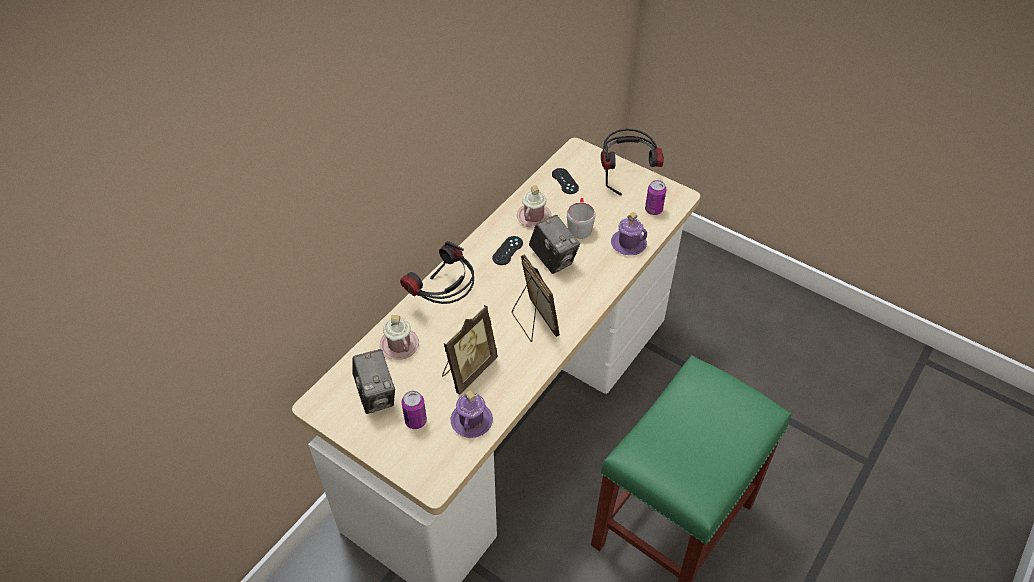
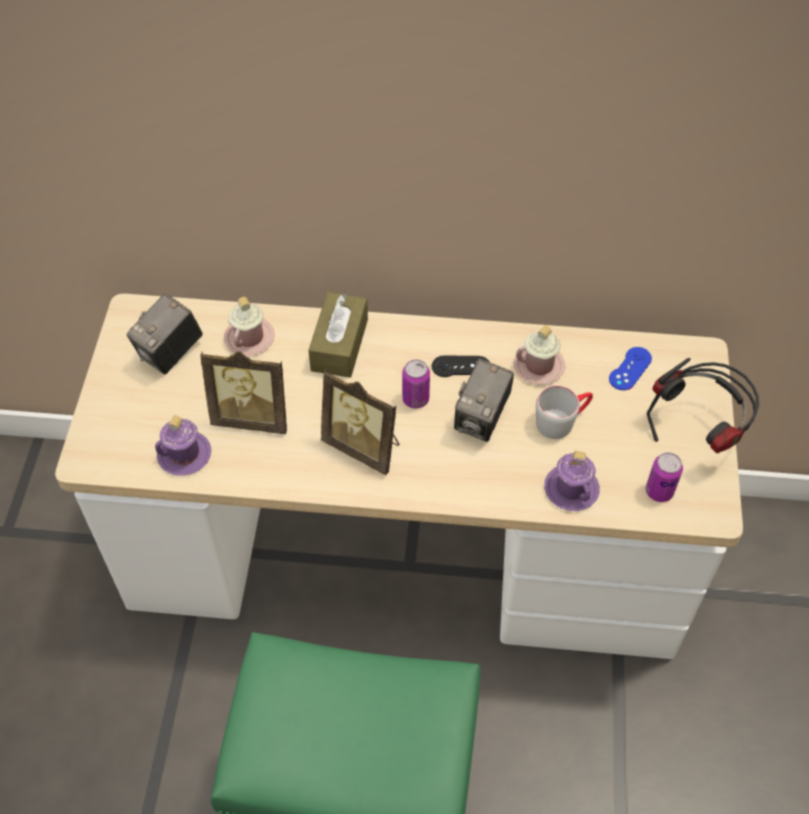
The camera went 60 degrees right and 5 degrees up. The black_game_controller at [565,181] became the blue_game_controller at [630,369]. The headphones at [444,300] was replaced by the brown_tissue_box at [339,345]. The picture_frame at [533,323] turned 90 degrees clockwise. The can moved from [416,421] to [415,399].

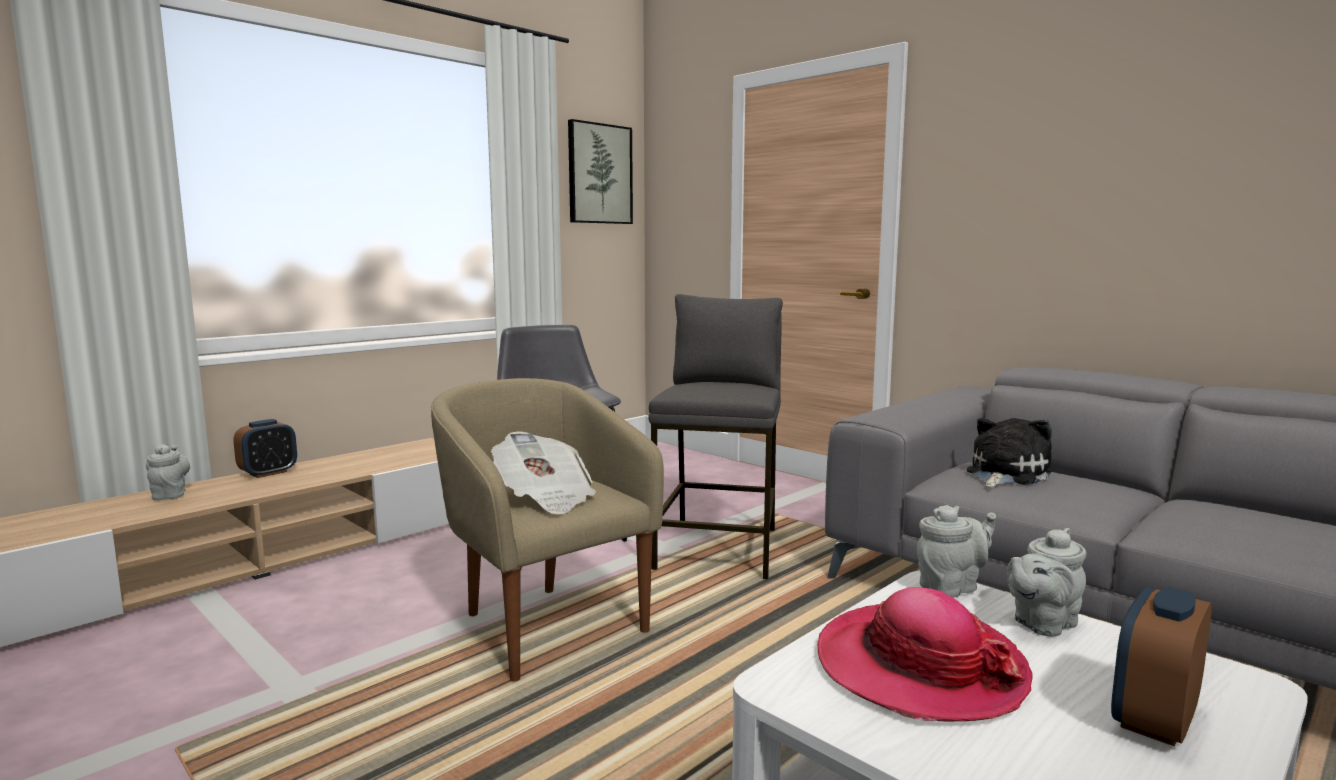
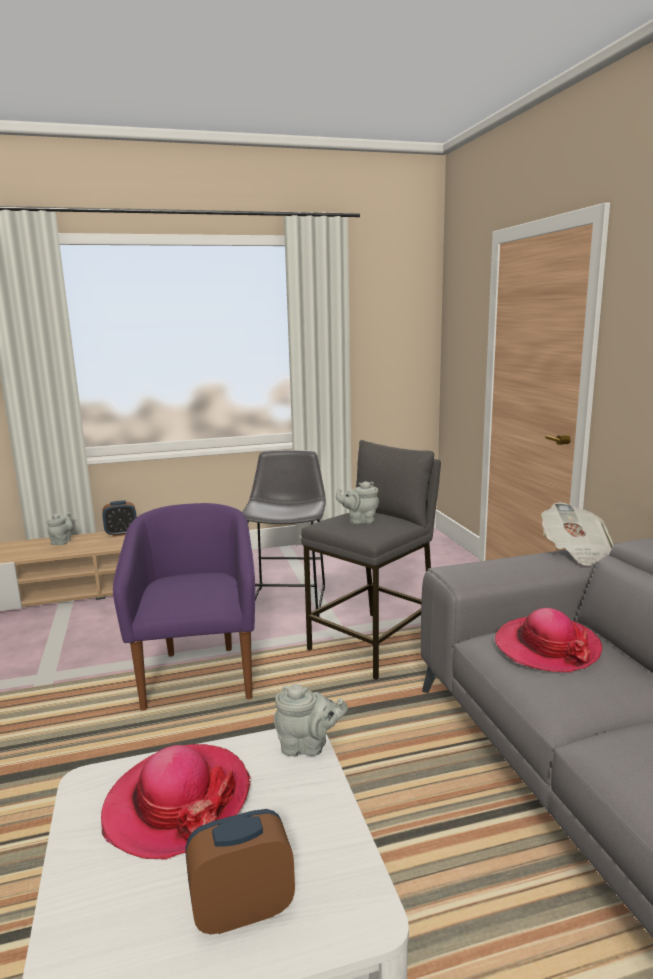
The camera went 30 degrees right and 5 degrees up. The picture at [599,174] disappeared. The beige_armchair at [544,625] became the purple_armchair at [199,675]. The plush_toy at [1004,474] was replaced by the hat at [546,647]. The newspaper moved from [544,499] to [576,552]. The grey_teapot moved from [1041,624] to [360,521].

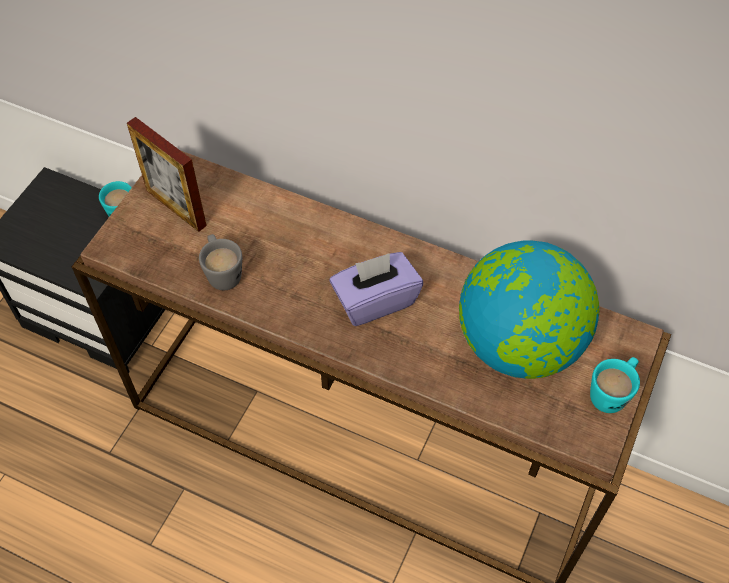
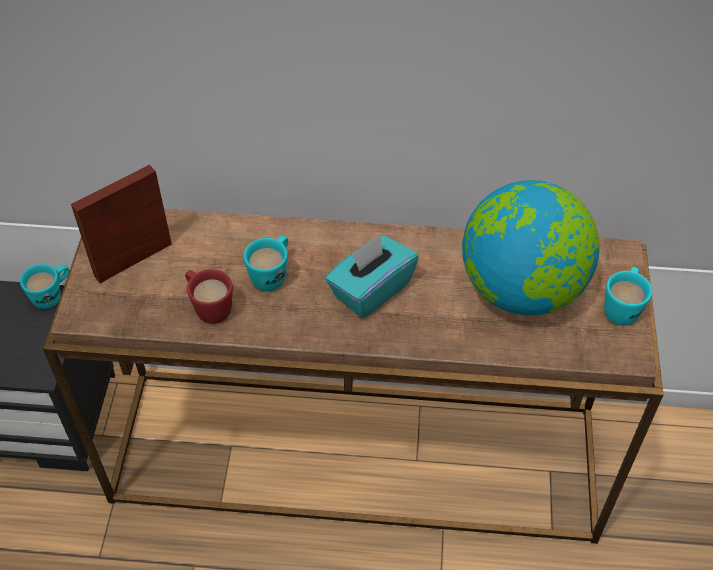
The camera went 20 degrees left and 5 degrees down. The picture_frame at [176,208] turned 120 degrees clockwise. The grey_mug at [222,272] became the red_mug at [209,307]. The purple_tissue_box at [375,300] became the turquoise_tissue_box at [371,290]. The turquoise_mug at [272,274] appeared.

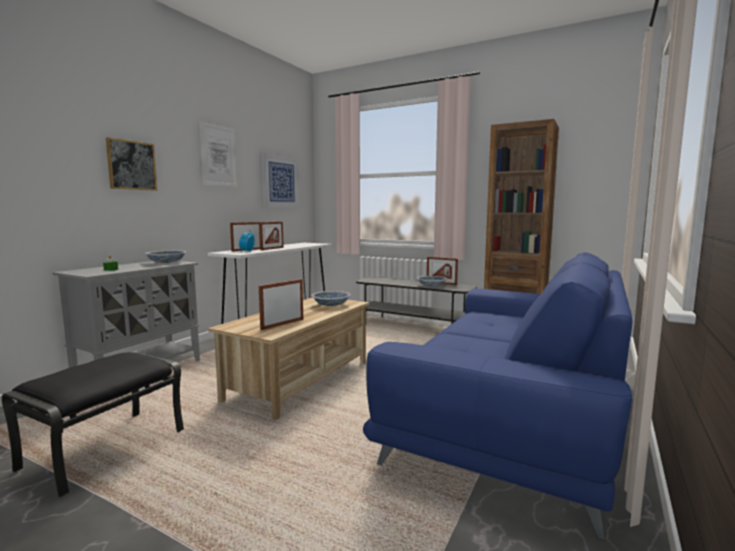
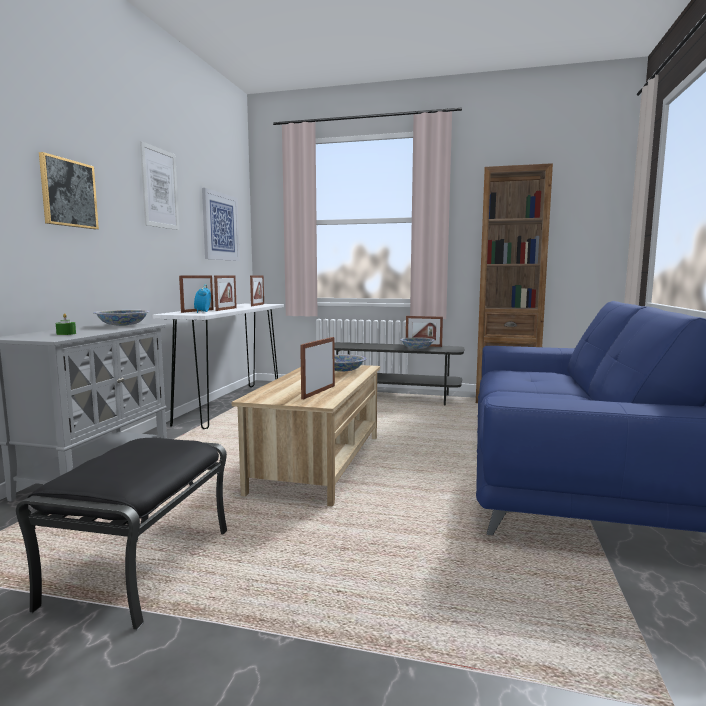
The camera went 15 degrees left and 0 degrees up. The picture_frame at [257,305] appeared.

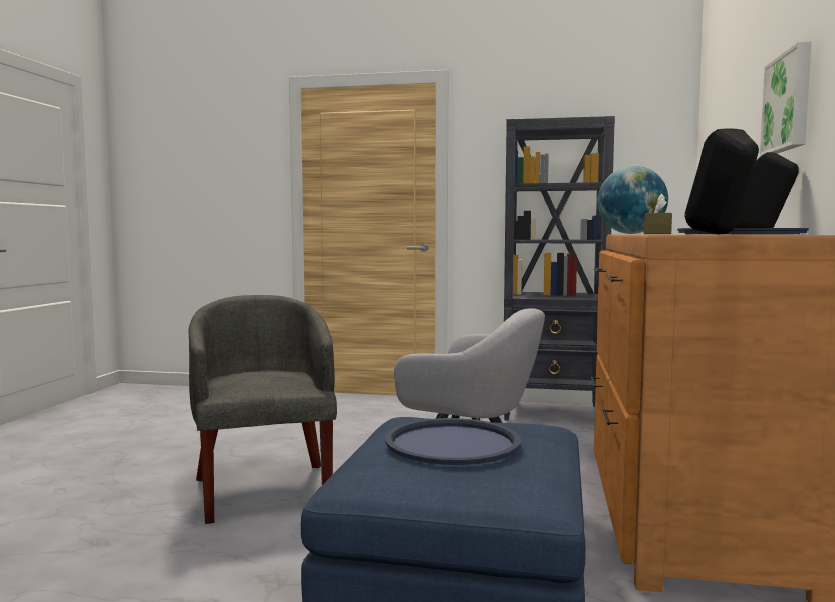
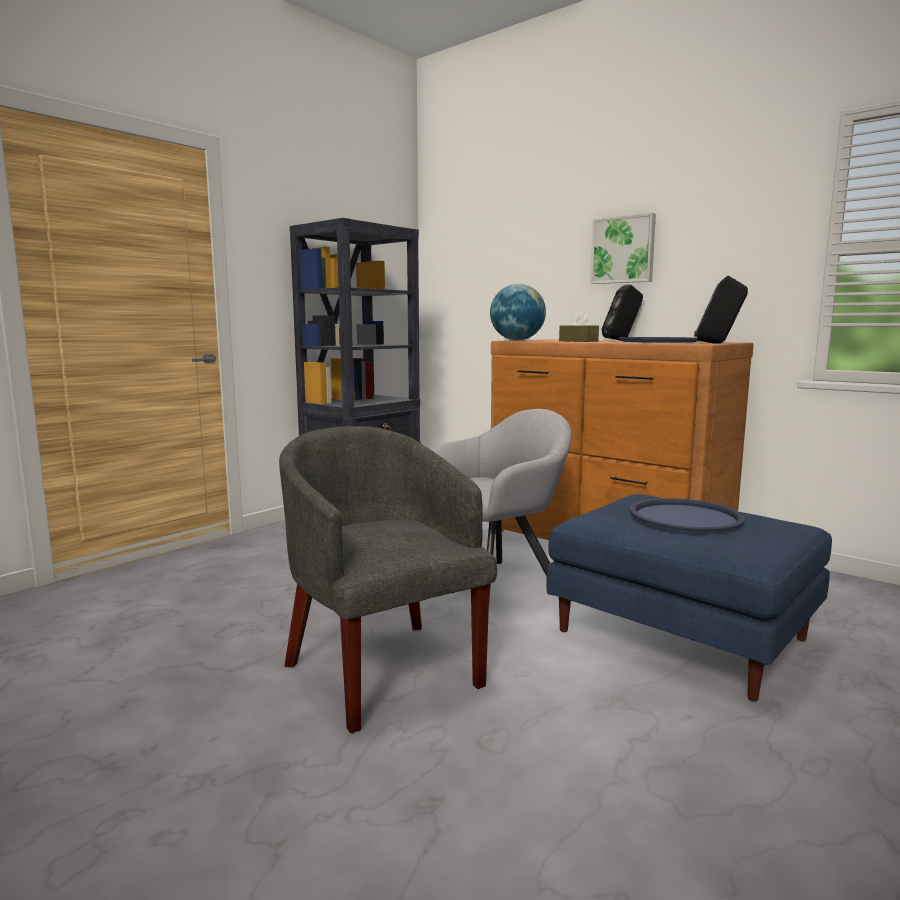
The camera went 60 degrees left and 5 degrees up. The grey_armchair at [264,489] turned 45 degrees clockwise.

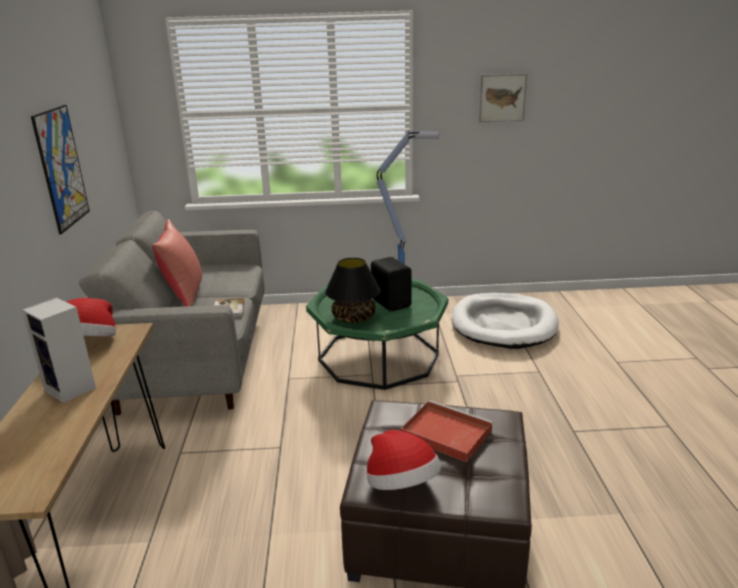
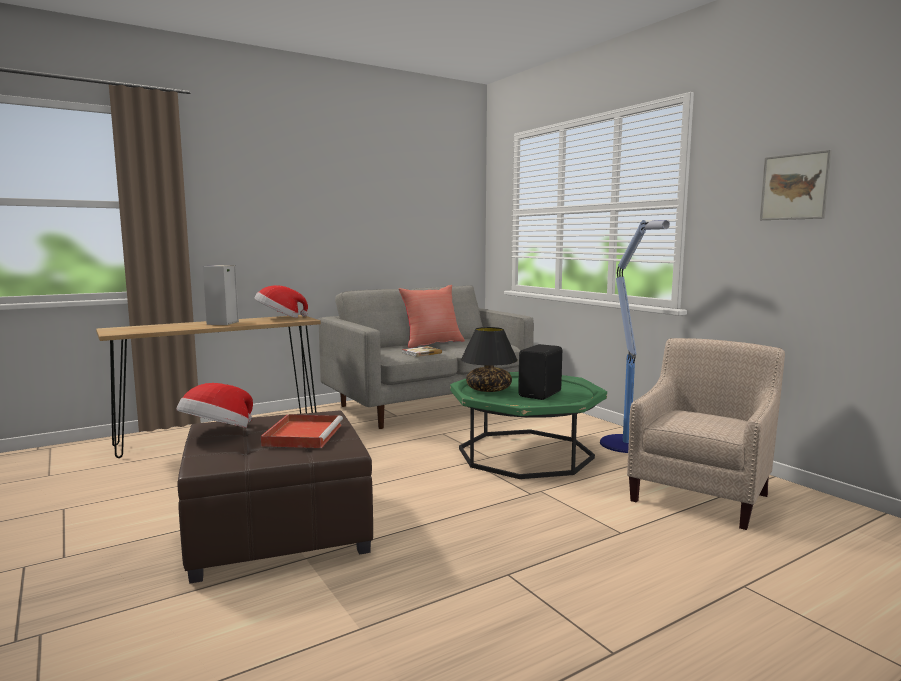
The camera went 60 degrees right and 15 degrees down. The picture at [61,168] disappeared. The white_dog_bed at [503,324] was replaced by the beige_armchair at [702,494].

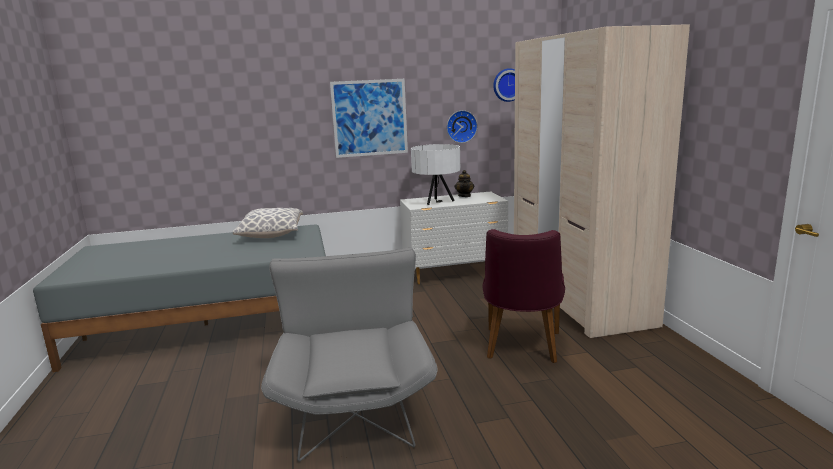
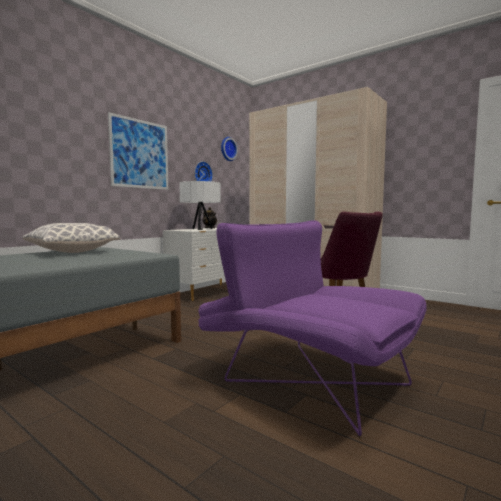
The camera went 40 degrees left and 10 degrees down. The grey_armchair at [354,404] became the purple_armchair at [306,377].

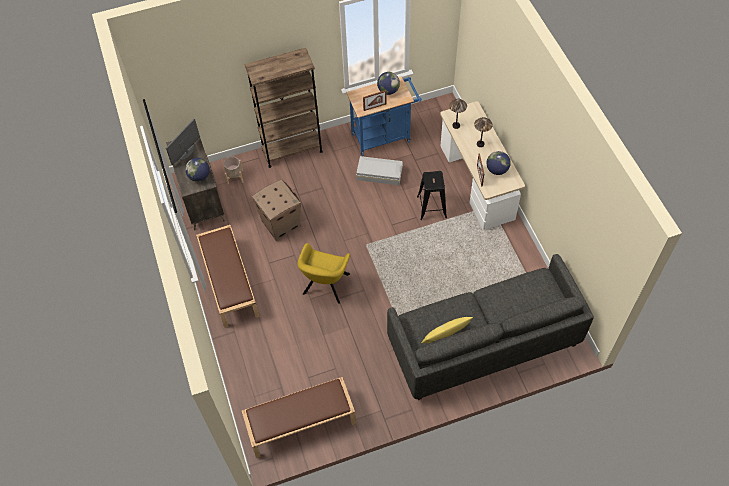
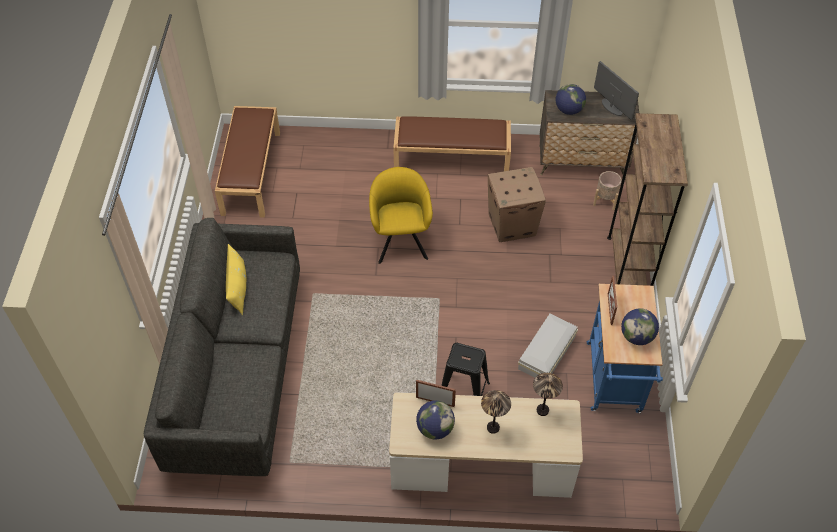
The camera went 110 degrees right and 5 degrees down. The yellow_armchair at [325,286] turned 45 degrees clockwise.

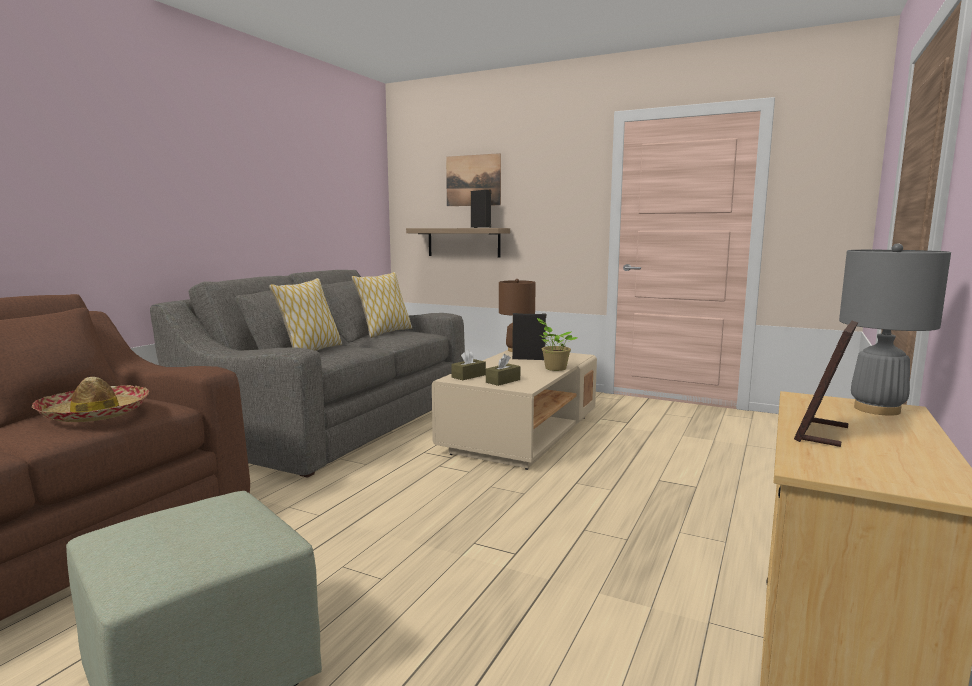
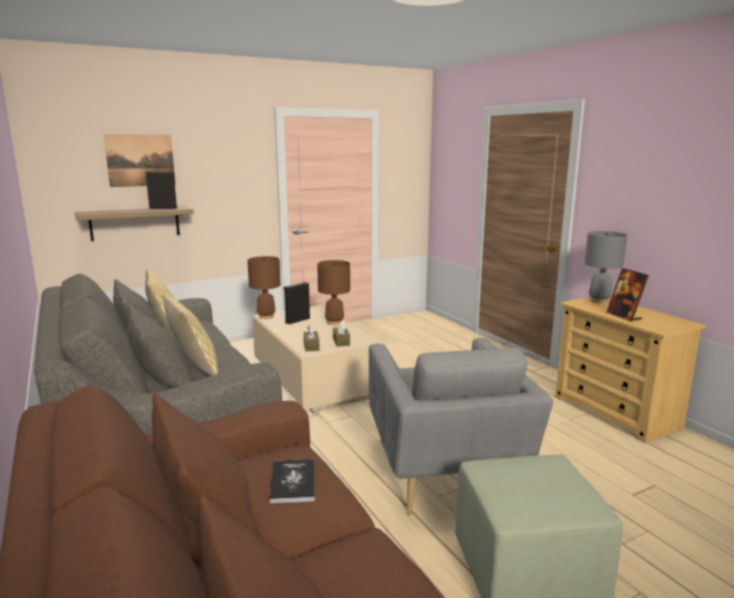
The camera went 55 degrees left and 5 degrees up. The potted_plant at [554,368] was replaced by the brown_table_lamp at [334,322]. The hat at [94,414] was replaced by the book at [293,482]. The grey_armchair at [444,473] appeared.

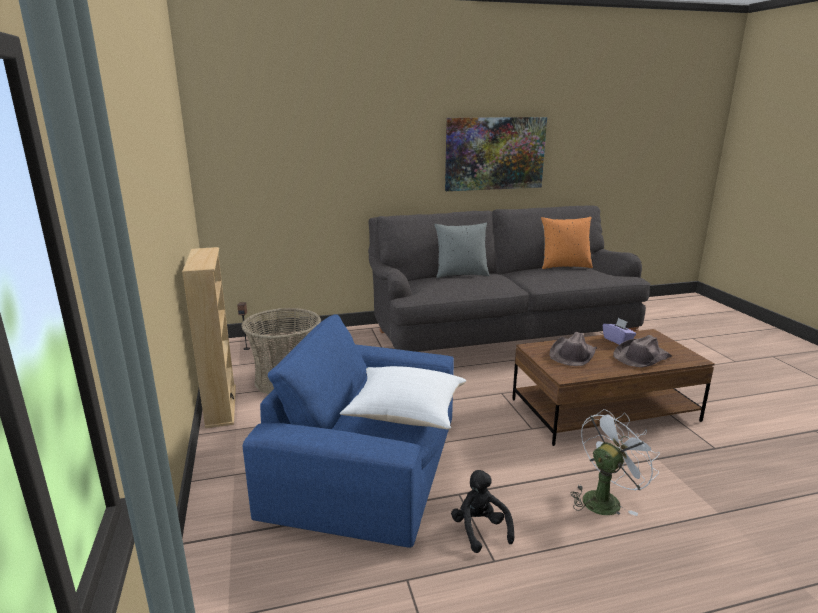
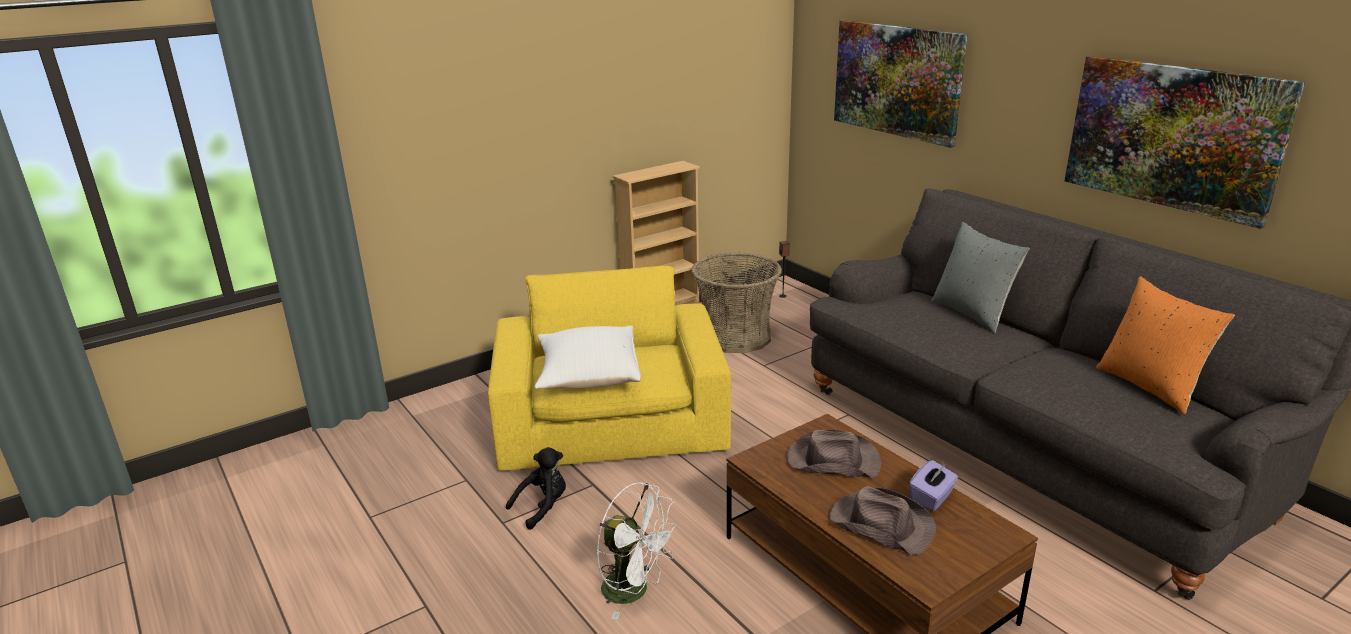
The camera went 70 degrees right and 5 degrees up. The blue_armchair at [368,465] became the yellow_armchair at [612,422]. The picture at [897,80] appeared.

